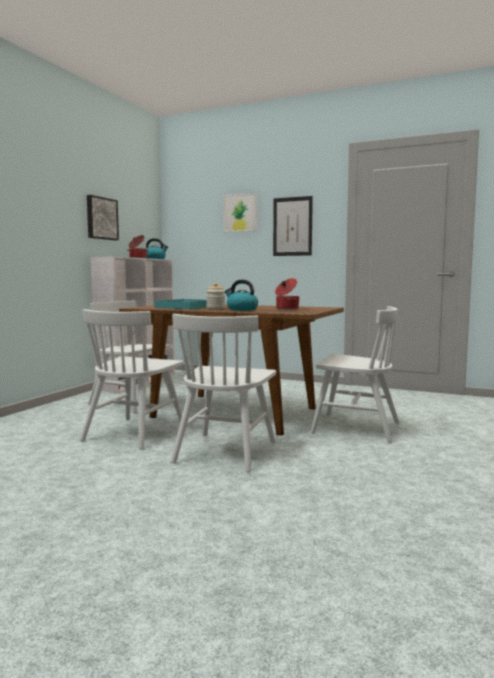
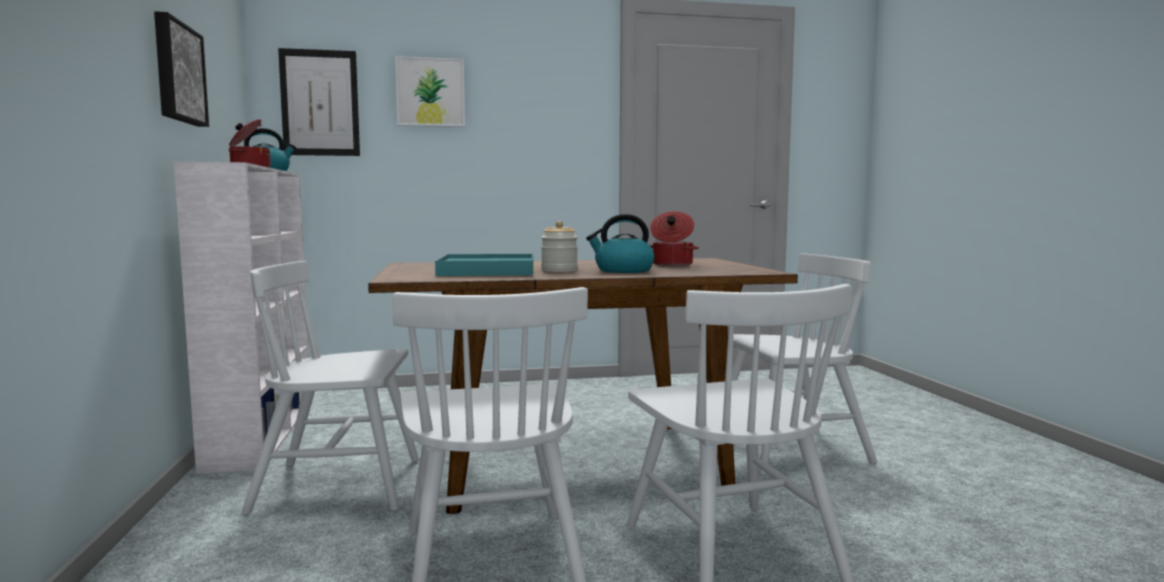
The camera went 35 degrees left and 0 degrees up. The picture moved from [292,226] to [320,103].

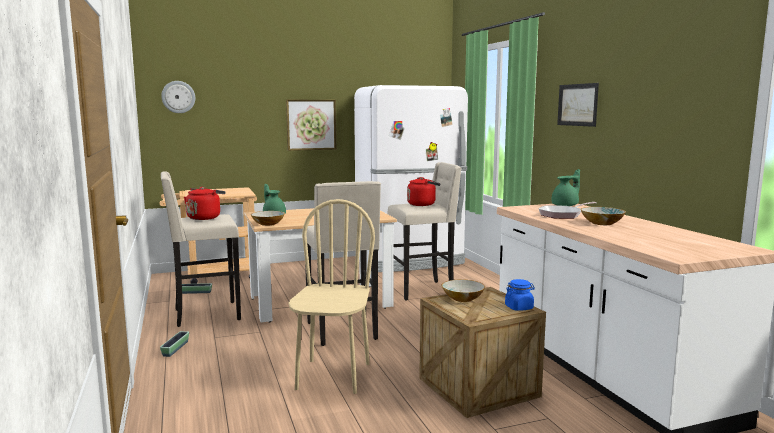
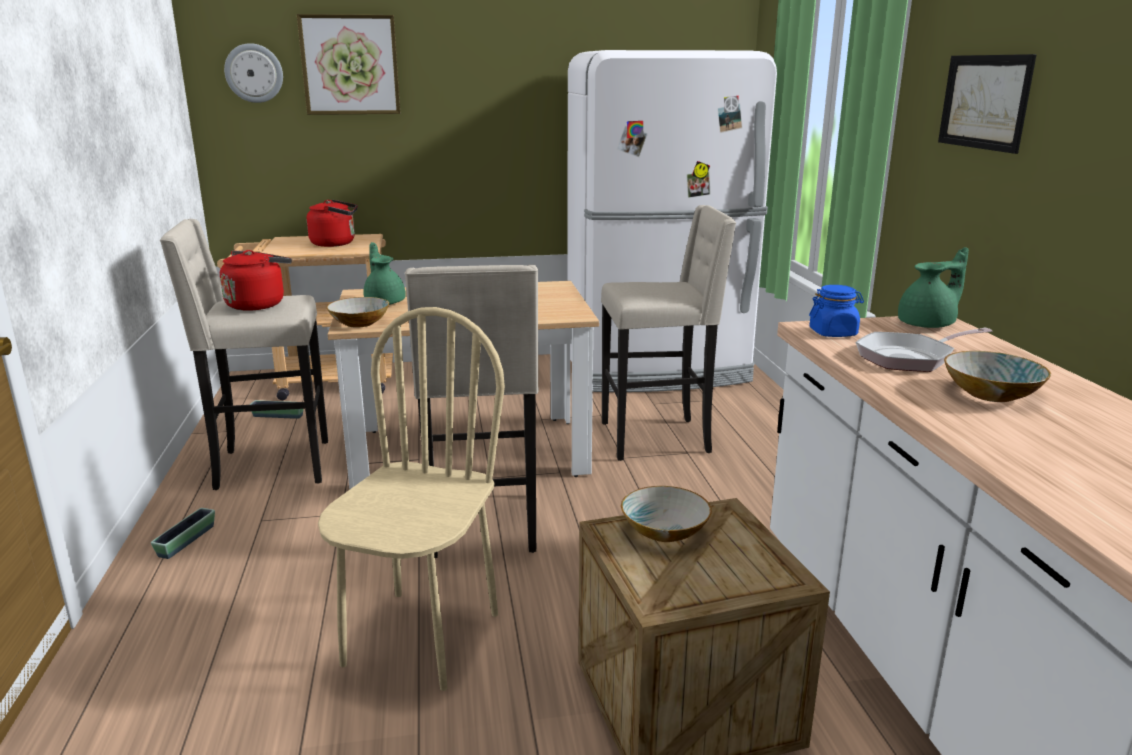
The camera went 10 degrees right and 10 degrees up. The picture moved from [311,125] to [350,65]. The red_kettle moved from [423,204] to [336,244]. The blue_jar moved from [519,307] to [833,333].

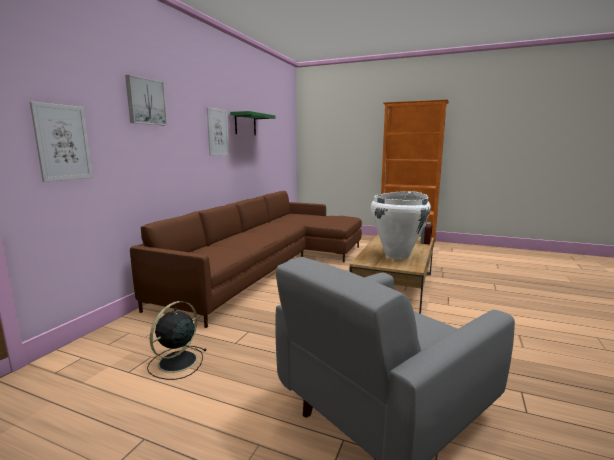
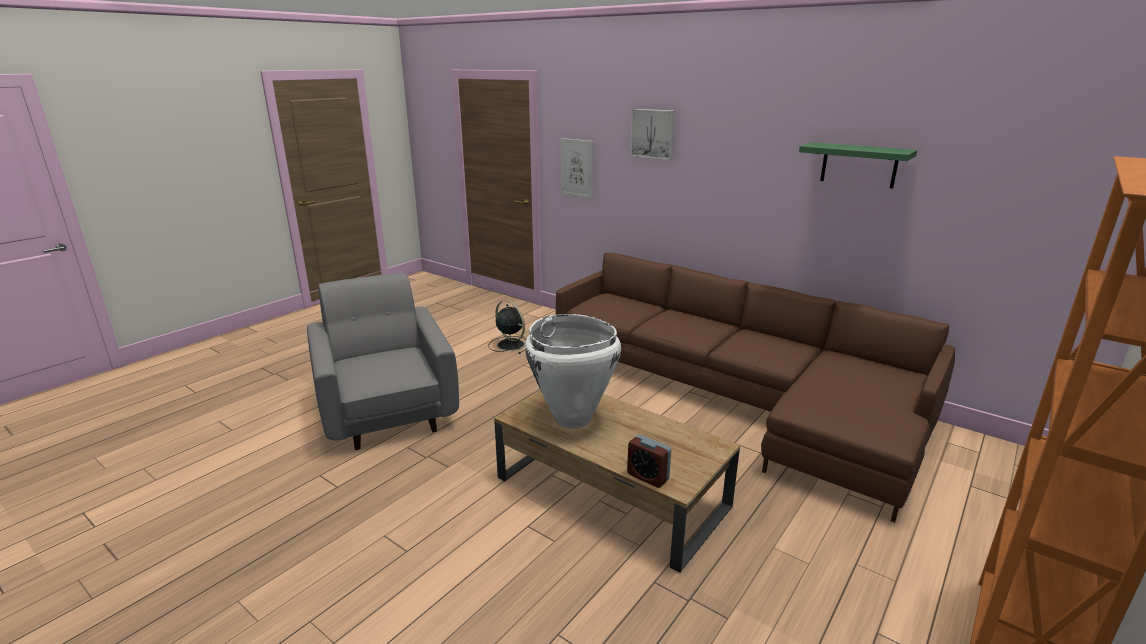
The camera went 105 degrees right and 10 degrees up. The picture at [217,132] disappeared.

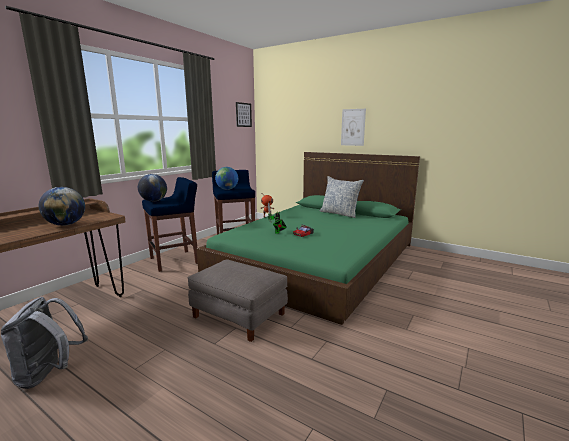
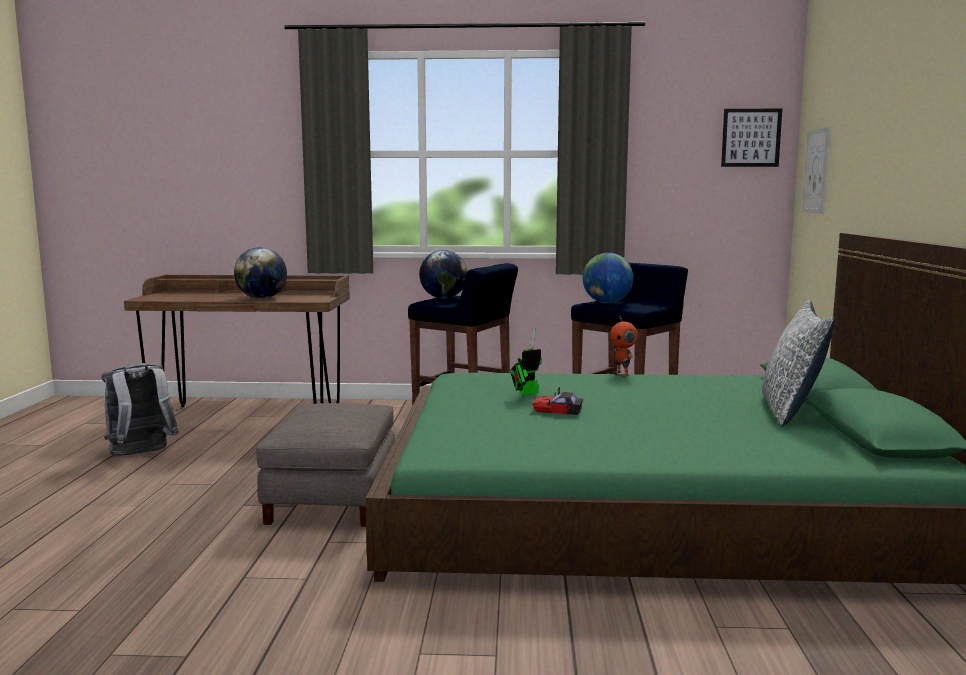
The camera went 60 degrees right and 5 degrees down. The picture moved from [353,127] to [816,171].

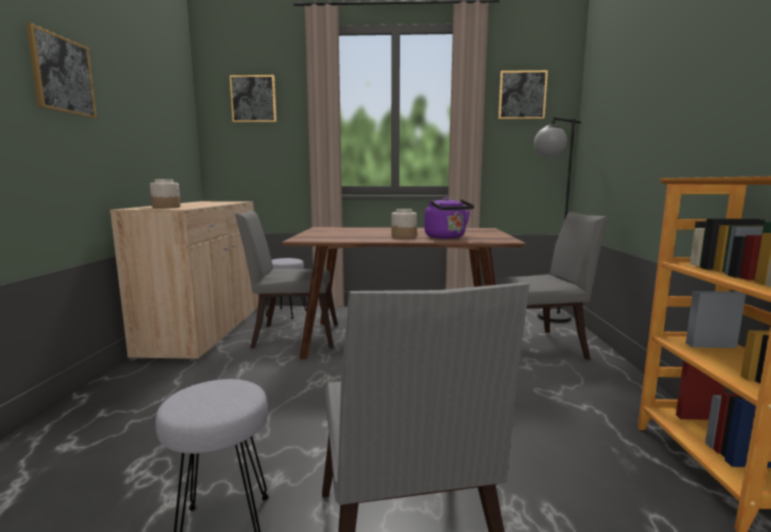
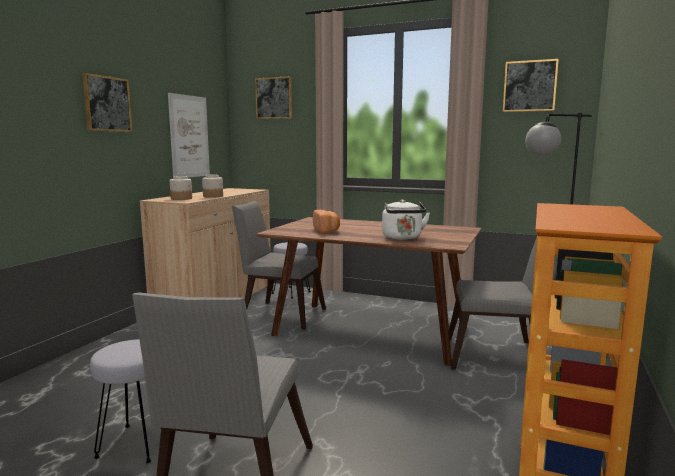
The camera went 20 degrees right and 0 degrees up. The purple_kettle at [447,237] became the white_kettle at [402,238]. The jar moved from [404,236] to [213,196]. The picture at [189,136] appeared. The bread at [326,230] appeared.

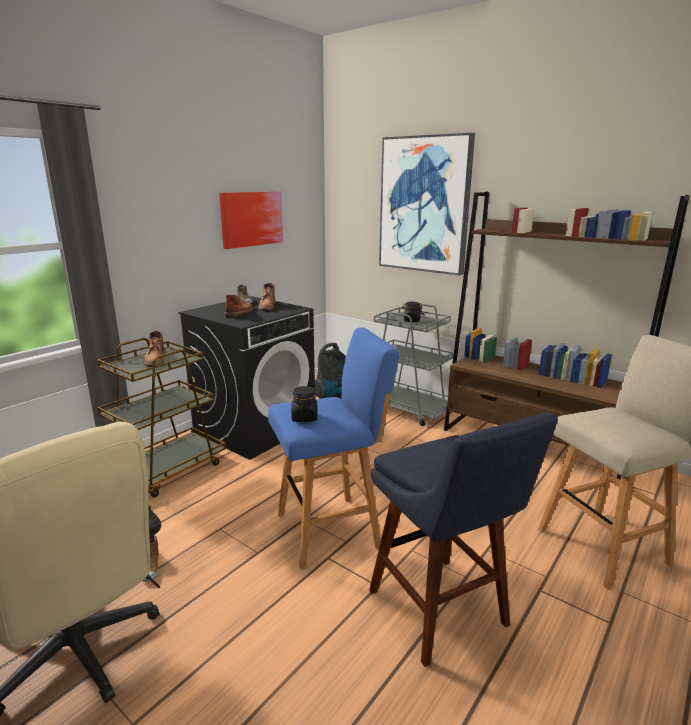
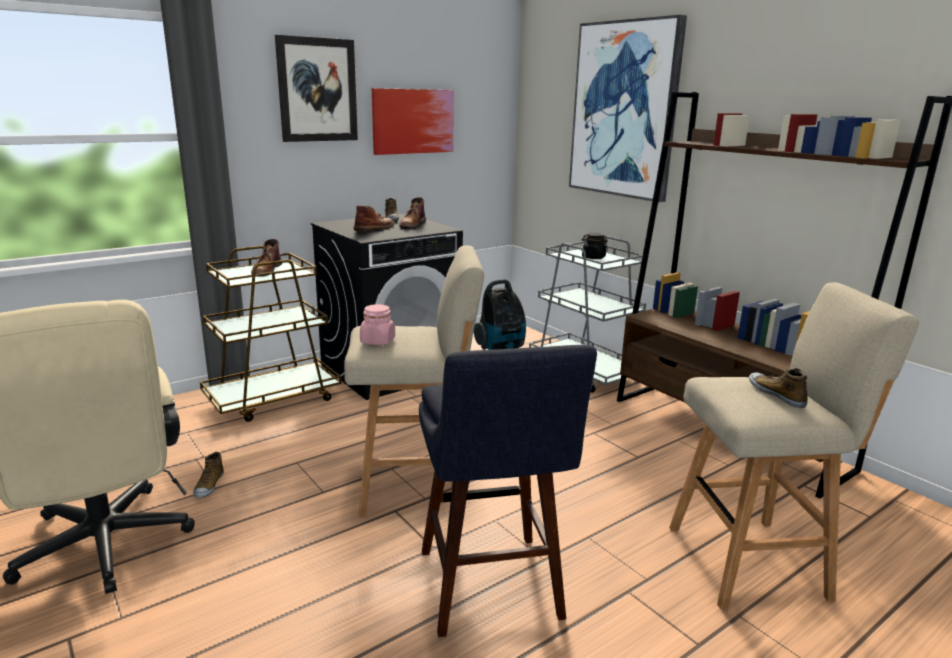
The camera went 15 degrees right and 0 degrees up. The blue_stool at [331,529] became the beige_stool at [415,484]. The black_jar at [304,417] became the pink_jar at [377,341]. The picture at [317,90] appeared. The shoe at [776,394] appeared.

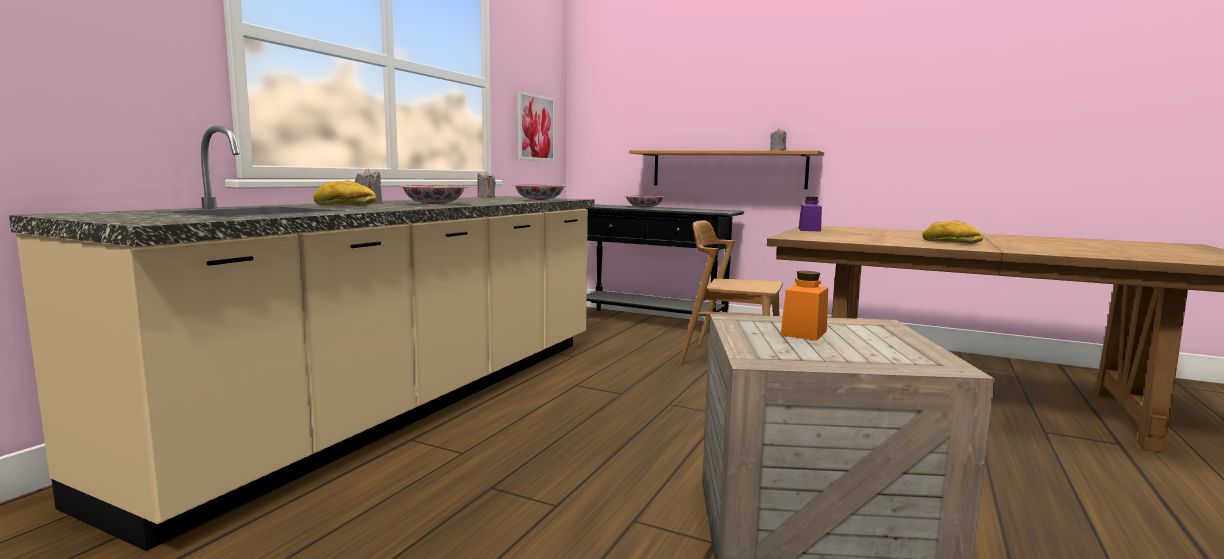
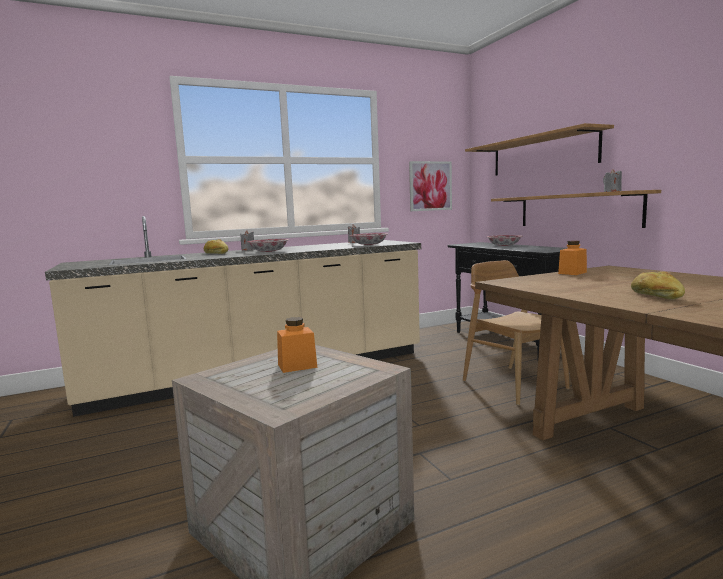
The camera went 40 degrees right and 0 degrees up. The purple_jar at [809,230] became the orange_jar at [572,273]. The shelf at [542,154] appeared.

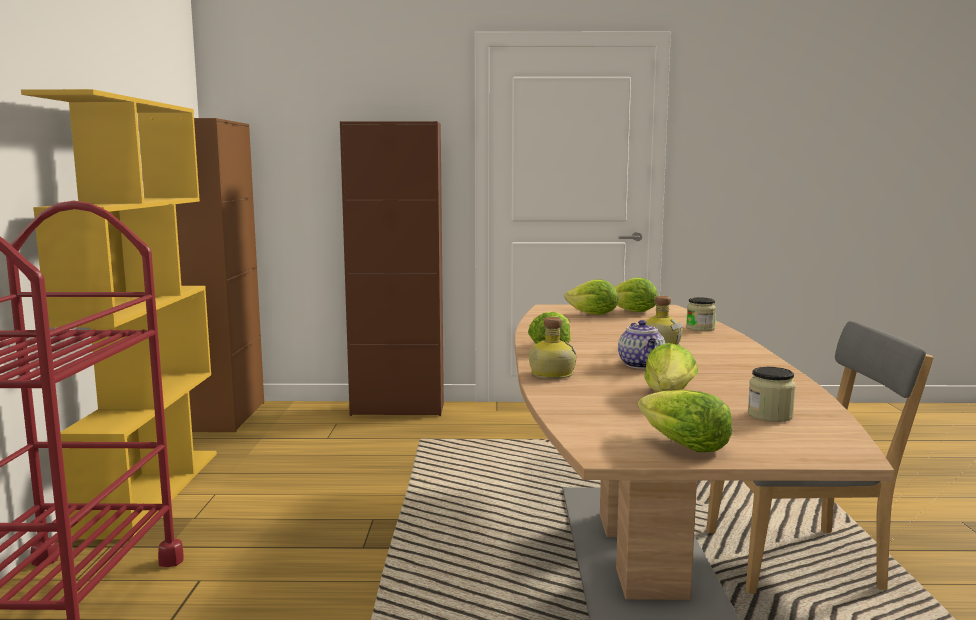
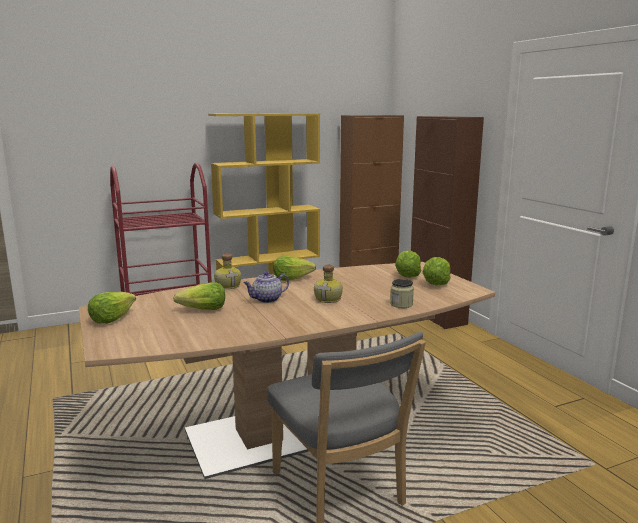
The camera went 65 degrees right and 5 degrees up. The jar at [770,415] disappeared.

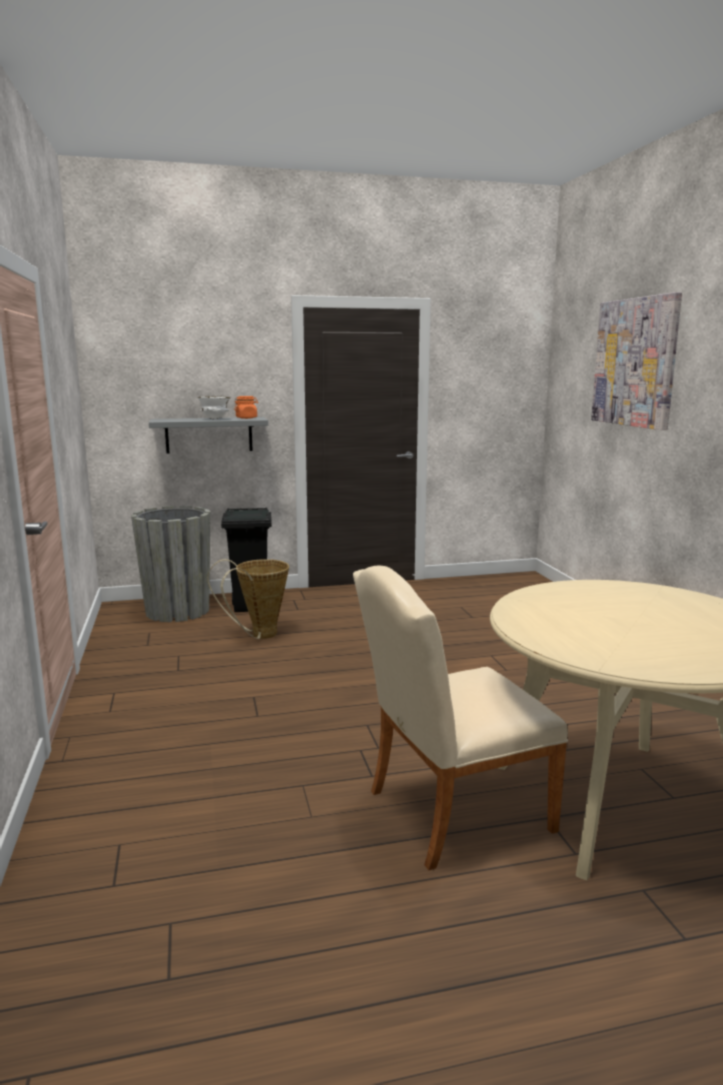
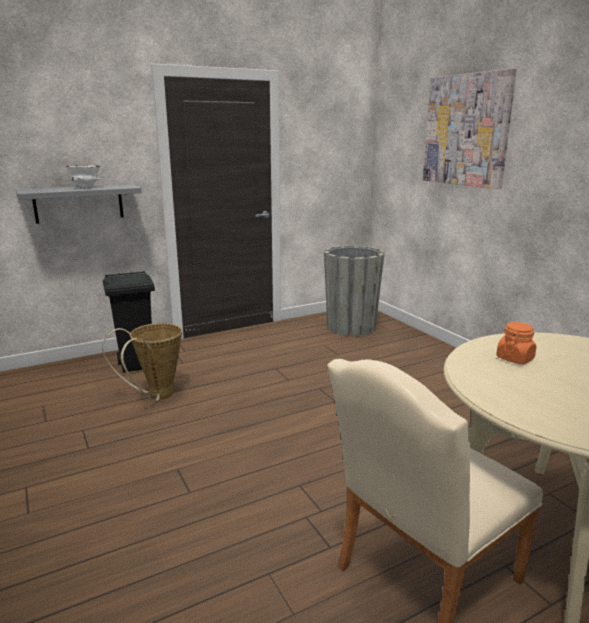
The camera went 15 degrees left and 5 degrees up. The orange_jar moved from [246,418] to [515,358]. The grey_planter moved from [177,611] to [351,327].

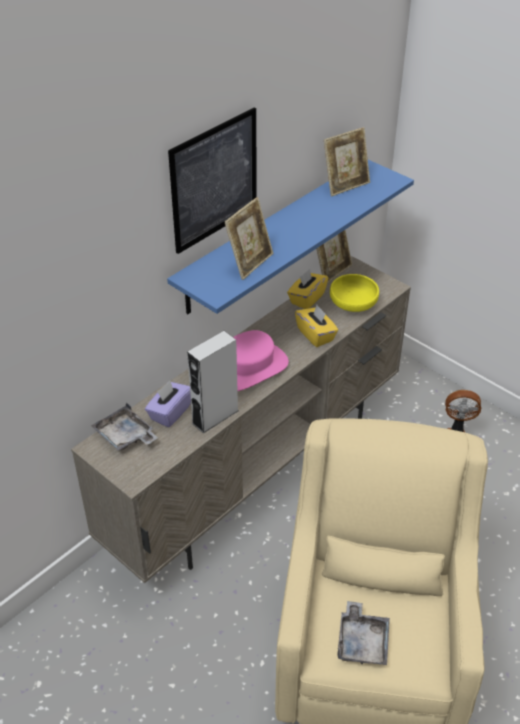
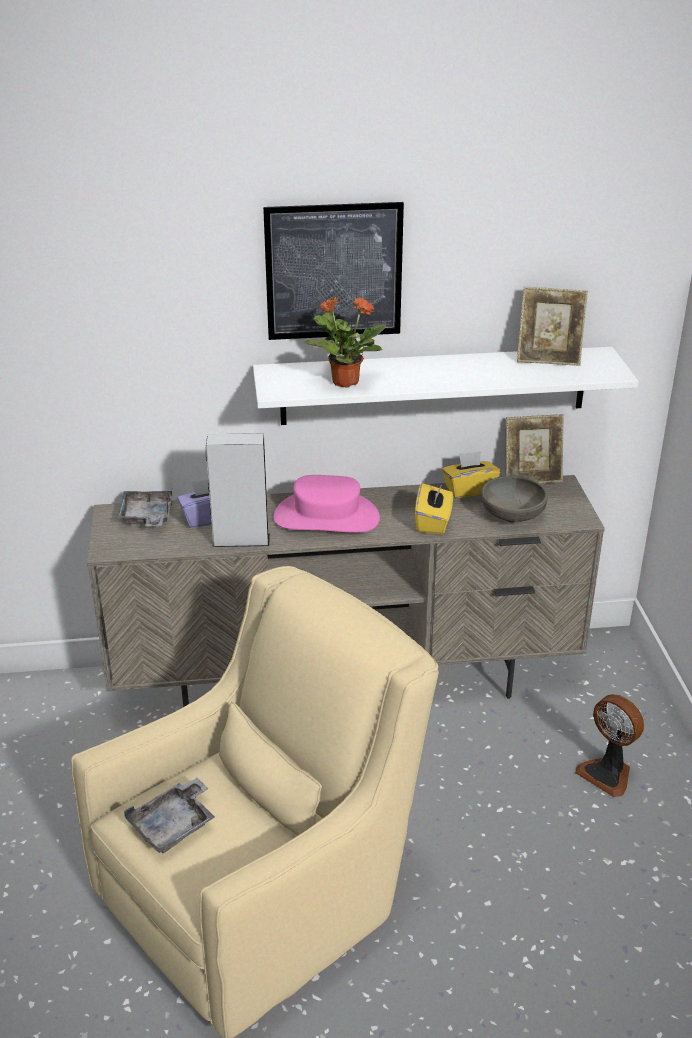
The camera went 40 degrees right and 10 degrees down. The blue_shelf at [274,235] became the white_shelf at [434,385]. The picture_frame at [250,263] was replaced by the potted_plant at [344,381]. The yellow_bowl at [353,304] became the grey_bowl at [512,515].

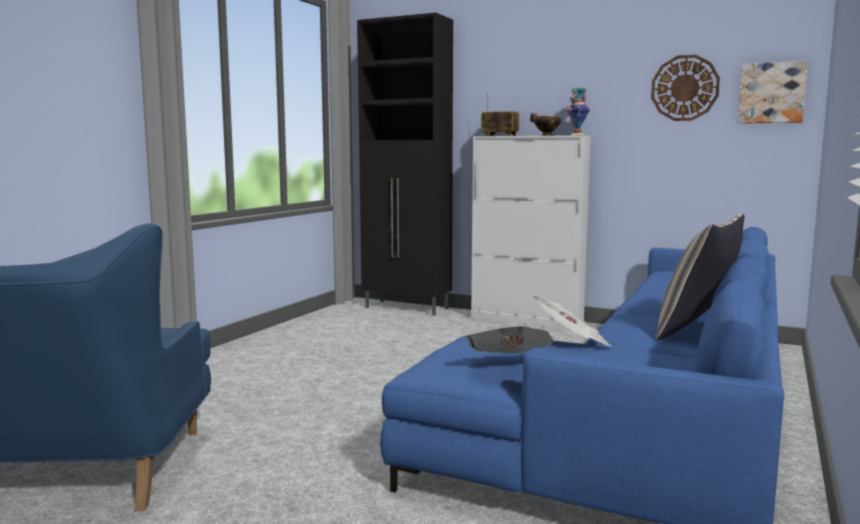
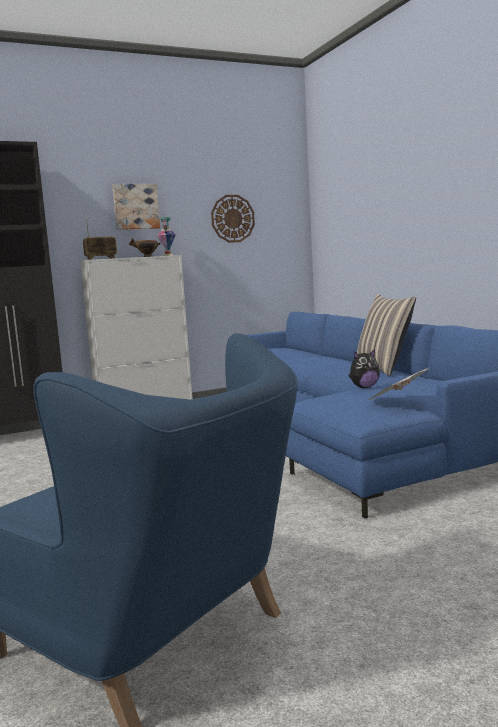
The camera went 50 degrees left and 0 degrees up. The picture moved from [771,93] to [136,206]. The newspaper at [571,341] was replaced by the plush_toy at [364,387].

